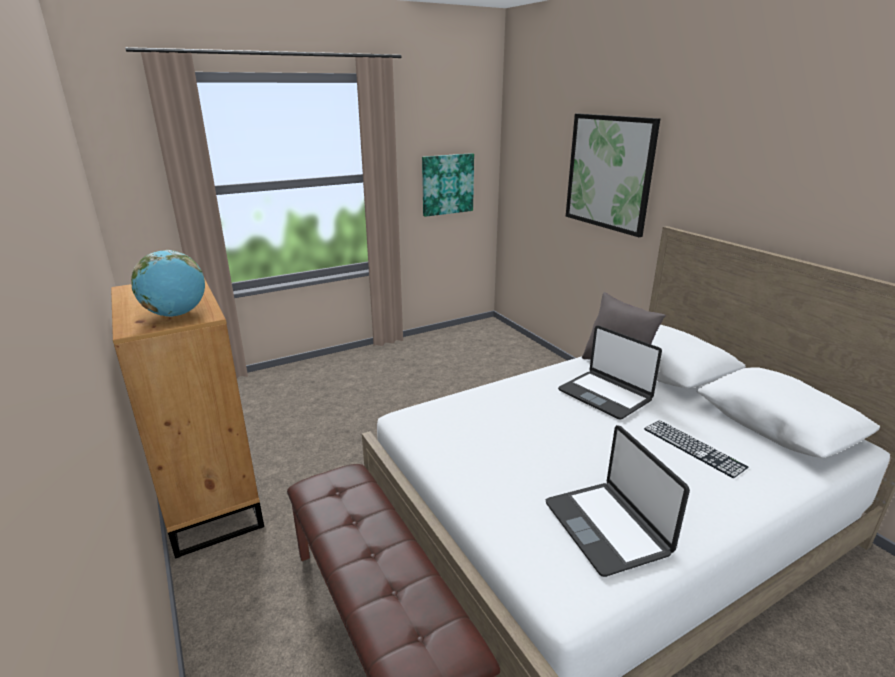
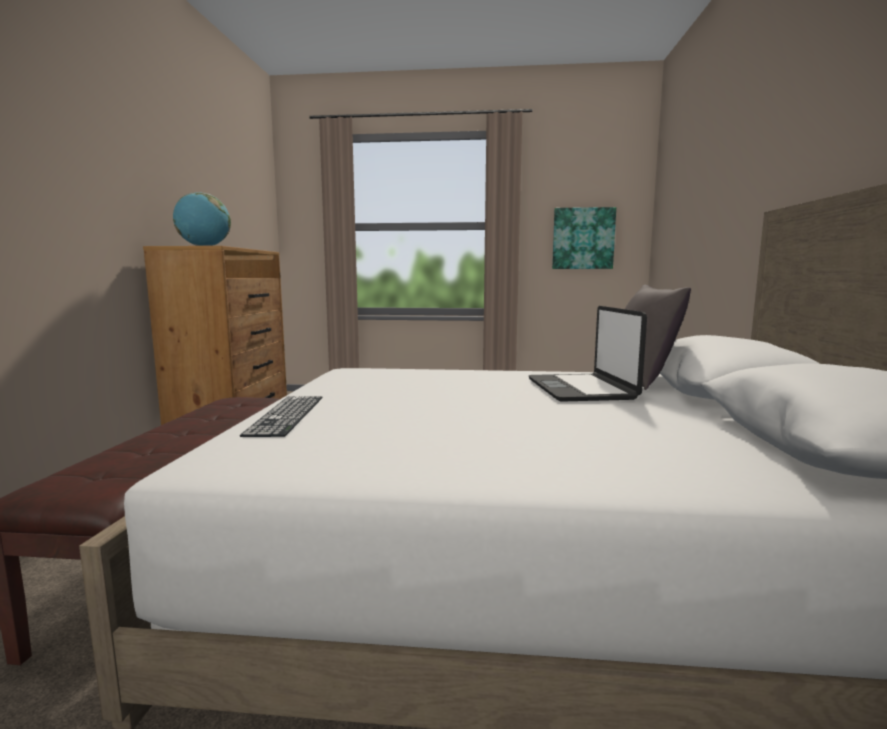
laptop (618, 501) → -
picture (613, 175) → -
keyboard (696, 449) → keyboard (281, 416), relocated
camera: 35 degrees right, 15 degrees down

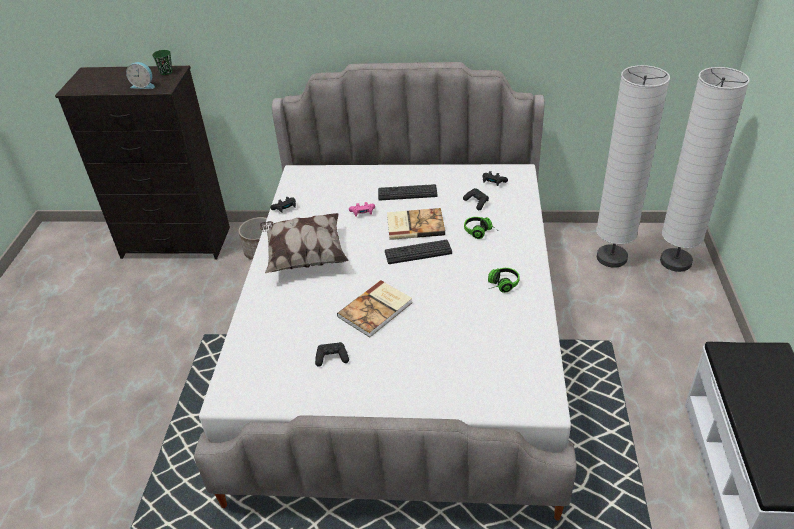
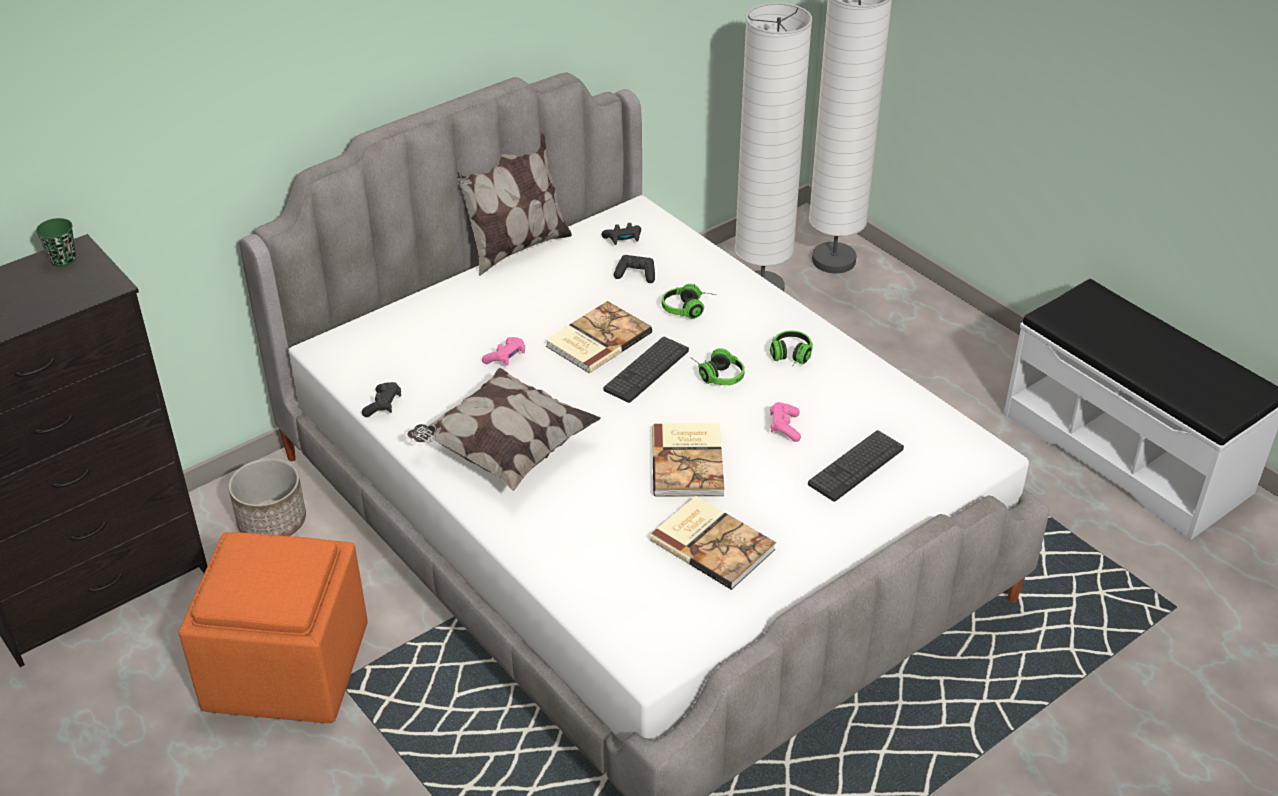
alarm_clock (140, 75) → -
black_game_controller (332, 354) → book (713, 543)
keyboard (407, 192) → keyboard (856, 466), relocated
- → orange_ottoman (273, 627)
- → pillow (514, 204)
- → headphones (717, 366)
- → pink_game_controller (785, 422)
camera: 45 degrees left, 0 degrees up

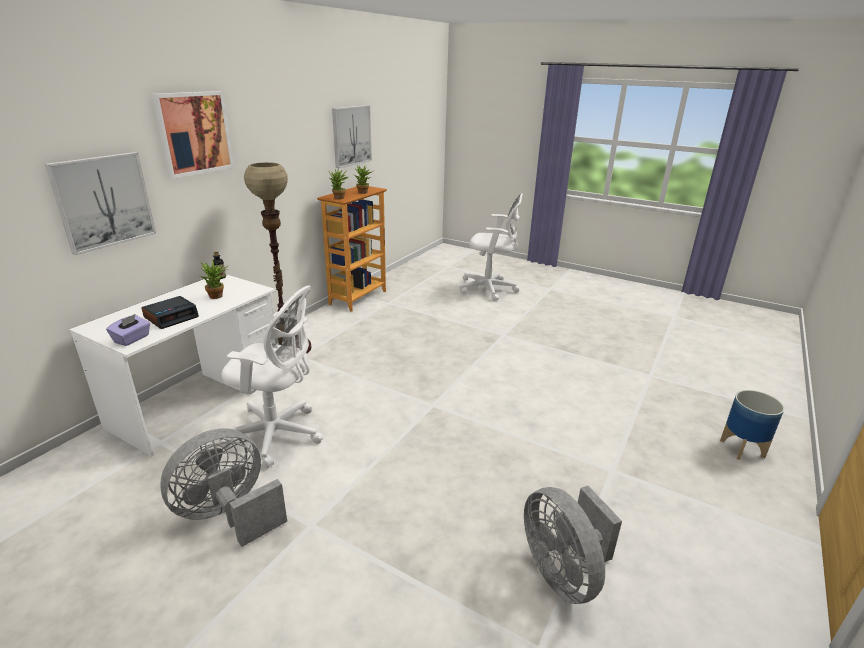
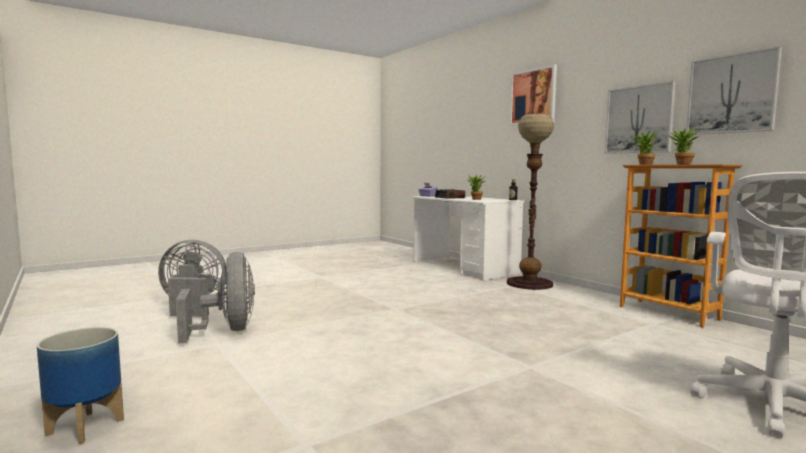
picture (100, 203) → picture (640, 117), relocated
grey_fan (223, 487) → grey_fan (215, 298), relocated
white_office_chair (271, 376) → -
camera: 115 degrees right, 20 degrees down

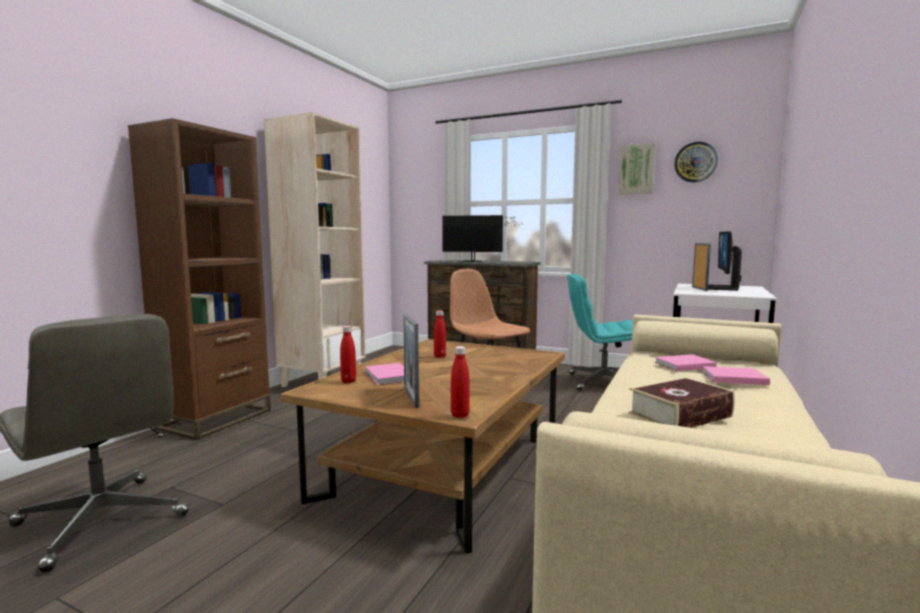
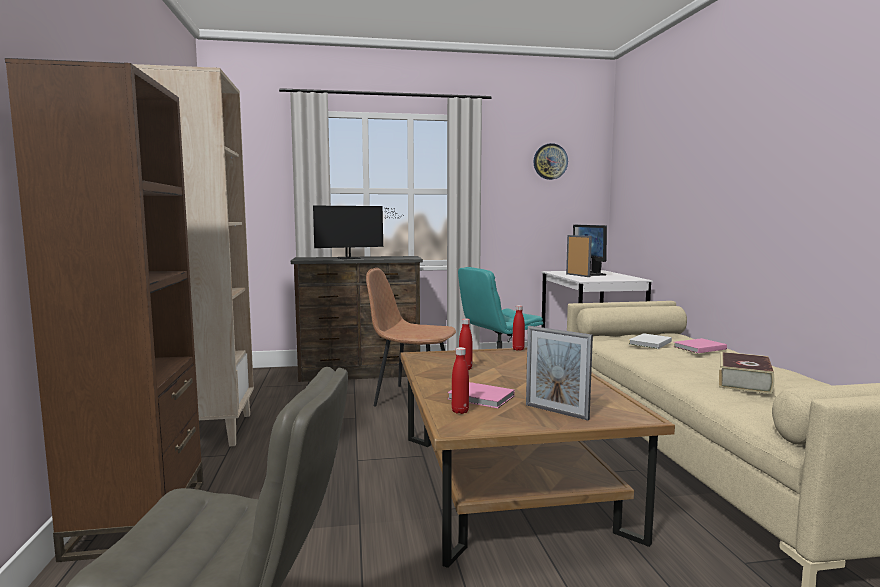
red_bottle (460, 382) → red_bottle (518, 328), relocated
picture (637, 169) → -
pink_book (686, 362) → white_book (650, 341)
camera: 35 degrees left, 0 degrees up

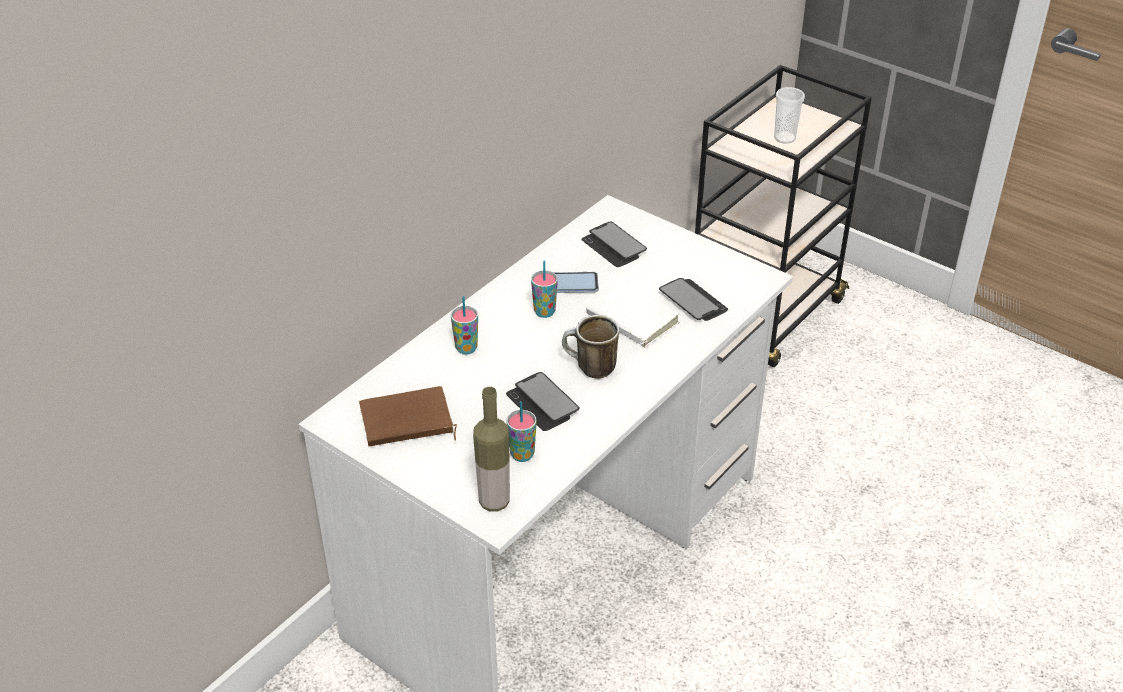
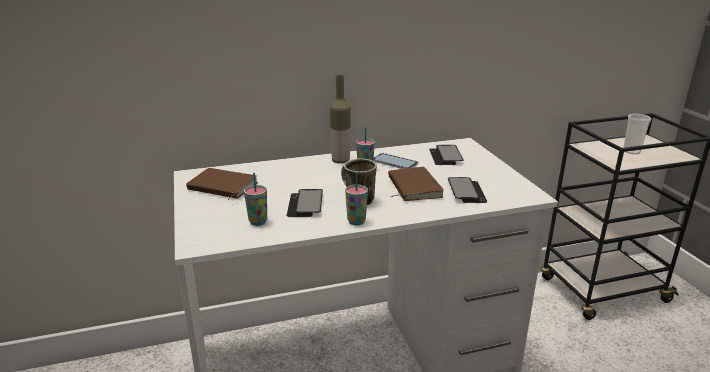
cup (464, 325) → cup (356, 198), relocated
bottle (491, 449) → bottle (340, 119), relocated
white_book (633, 316) → brown_book (416, 184)
camera: 35 degrees right, 15 degrees down

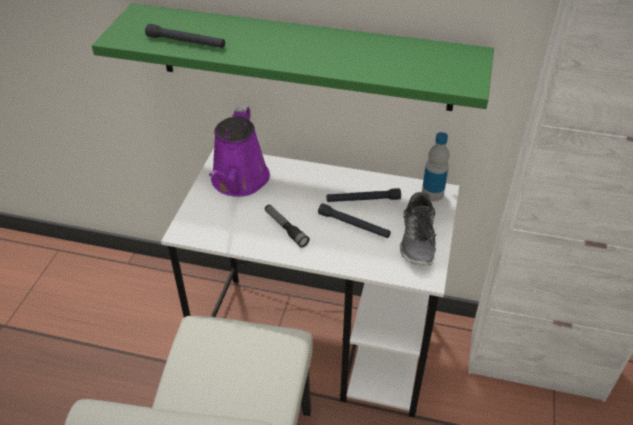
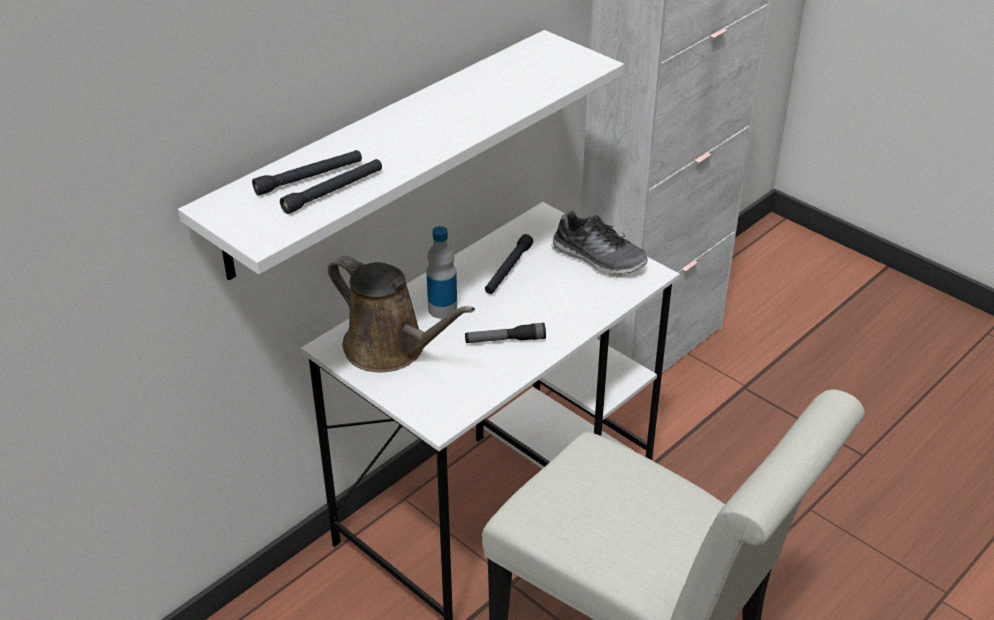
green_shelf (293, 57) → white_shelf (401, 155)
purple_watering_can (239, 151) → brown_watering_can (401, 313)
black_flashlight (354, 220) → black_flashlight (307, 173), relocated
bottle (436, 166) → bottle (441, 272), relocated
camera: 60 degrees left, 5 degrees down

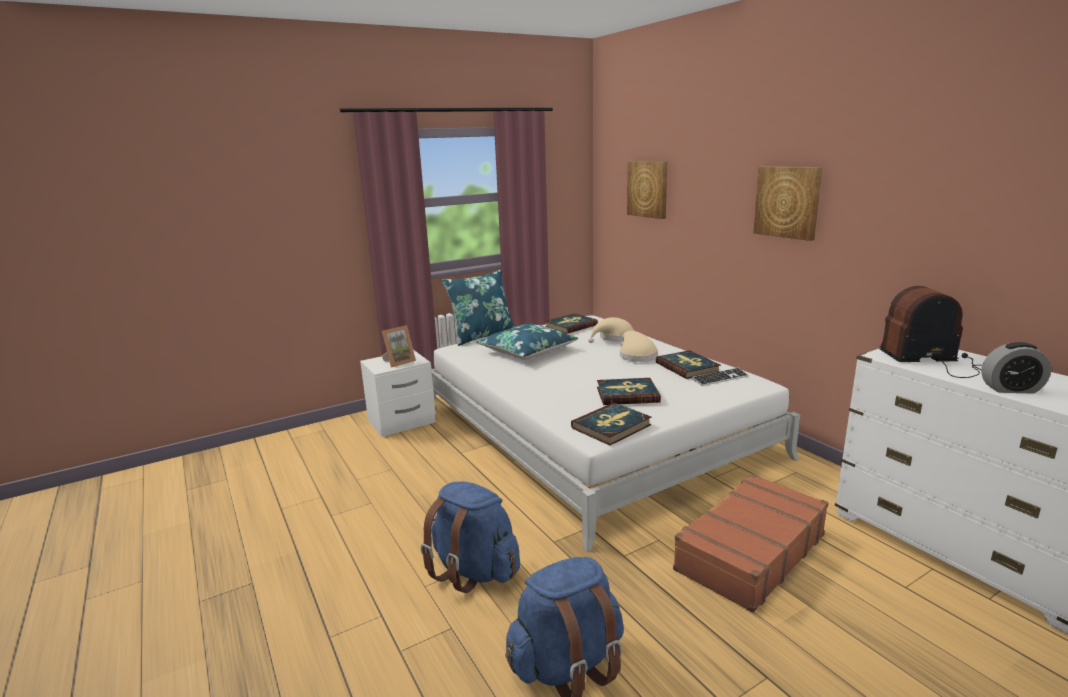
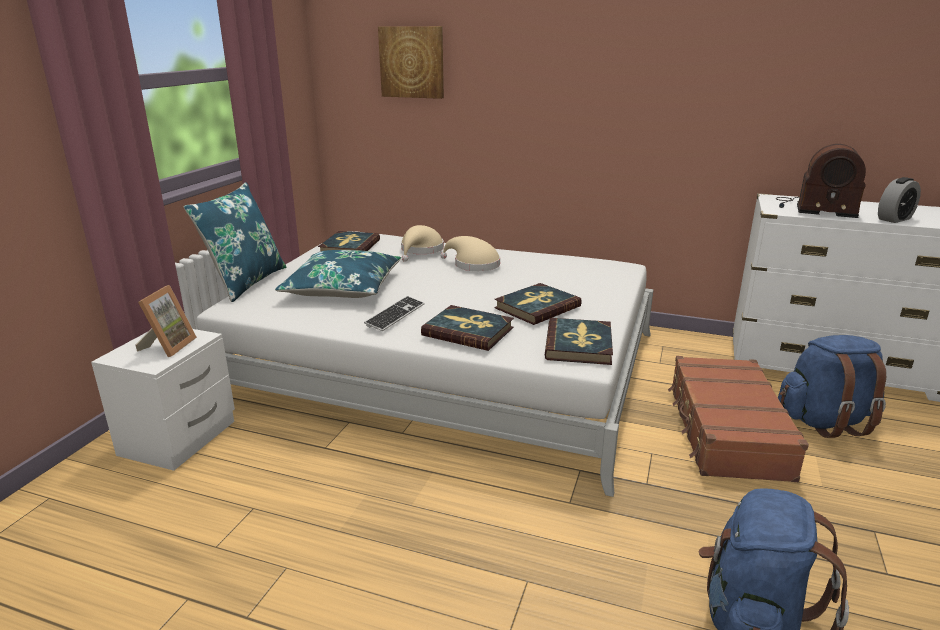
blue_backpack (470, 537) → blue_backpack (832, 386), relocated
book (688, 364) → book (467, 328), relocated
keyboard (720, 377) → keyboard (394, 313), relocated
picture (787, 203) → -
radio (931, 332) → radio (821, 181), 120 degrees counterclockwise
camera: 40 degrees left, 5 degrees up

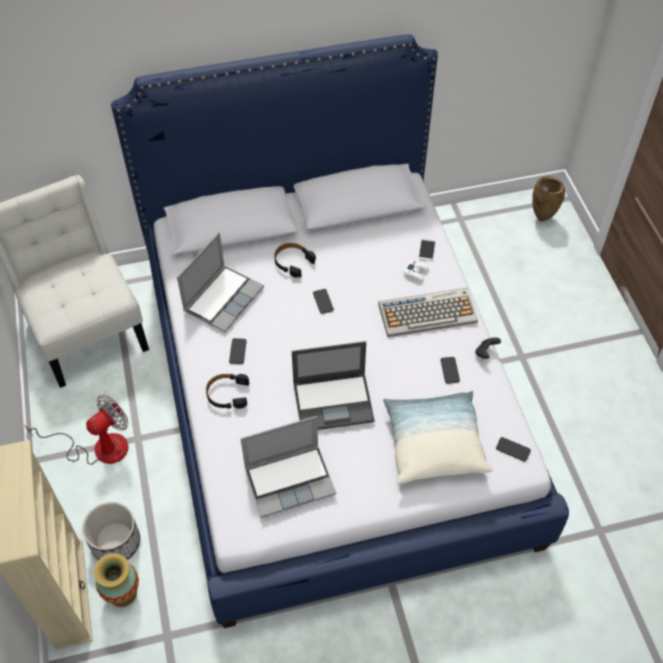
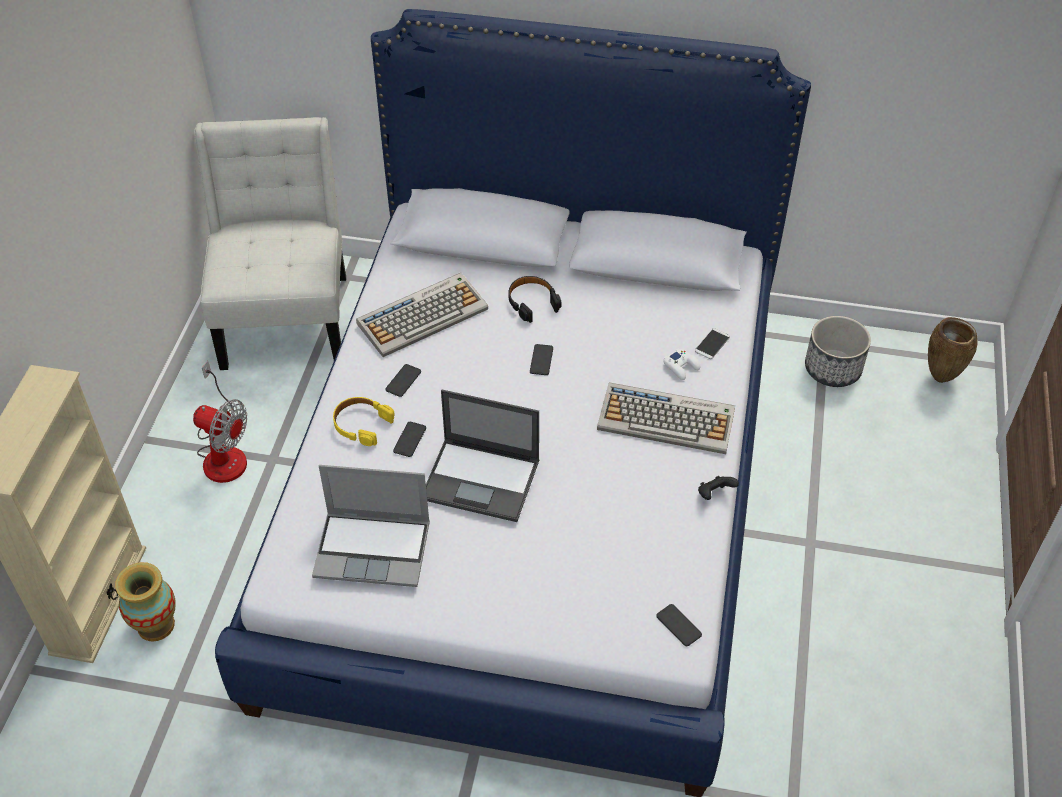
fan (76, 430) → fan (220, 422), 45 degrees clockwise
planter (111, 531) → planter (838, 351), relocated
laptop (220, 282) → keyboard (422, 315)
black_headphones (227, 391) → yellow_headphones (364, 421)
pillow (438, 437) → -
phone (450, 370) → phone (409, 439), relocated
camera: 25 degrees right, 5 degrees down

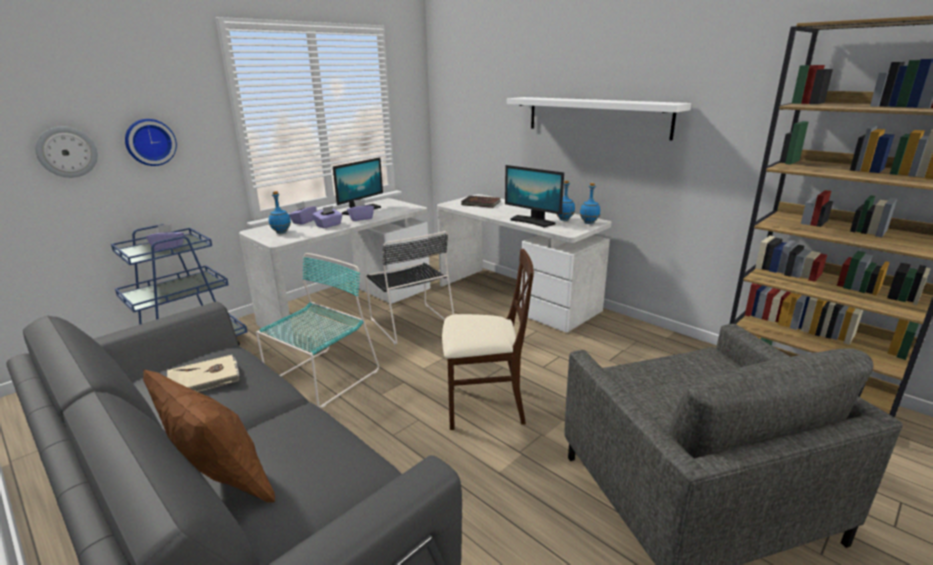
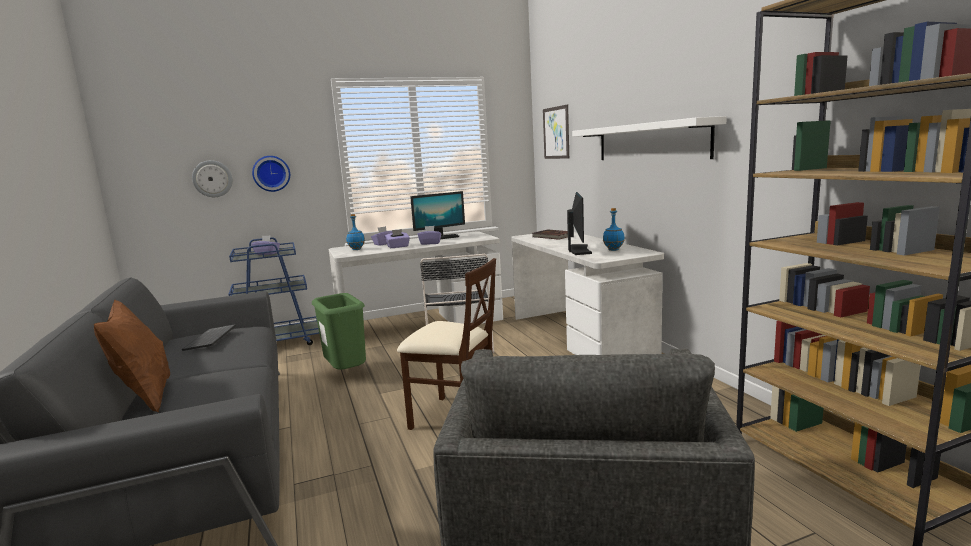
beige_book (203, 373) → keyboard (209, 337)
turquoise_chair (317, 330) → green_trash_can (339, 331)
monitor (534, 196) → monitor (579, 223), 150 degrees counterclockwise
blue_bottle (590, 203) → -
- → picture (556, 132)
camera: 25 degrees right, 10 degrees down

